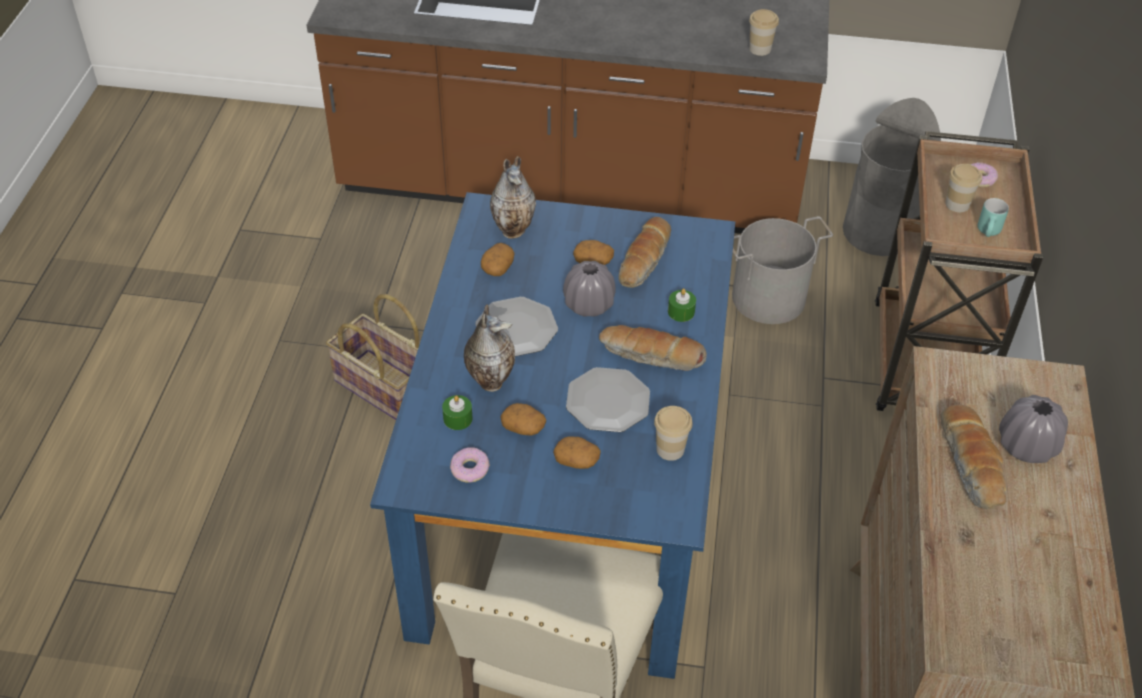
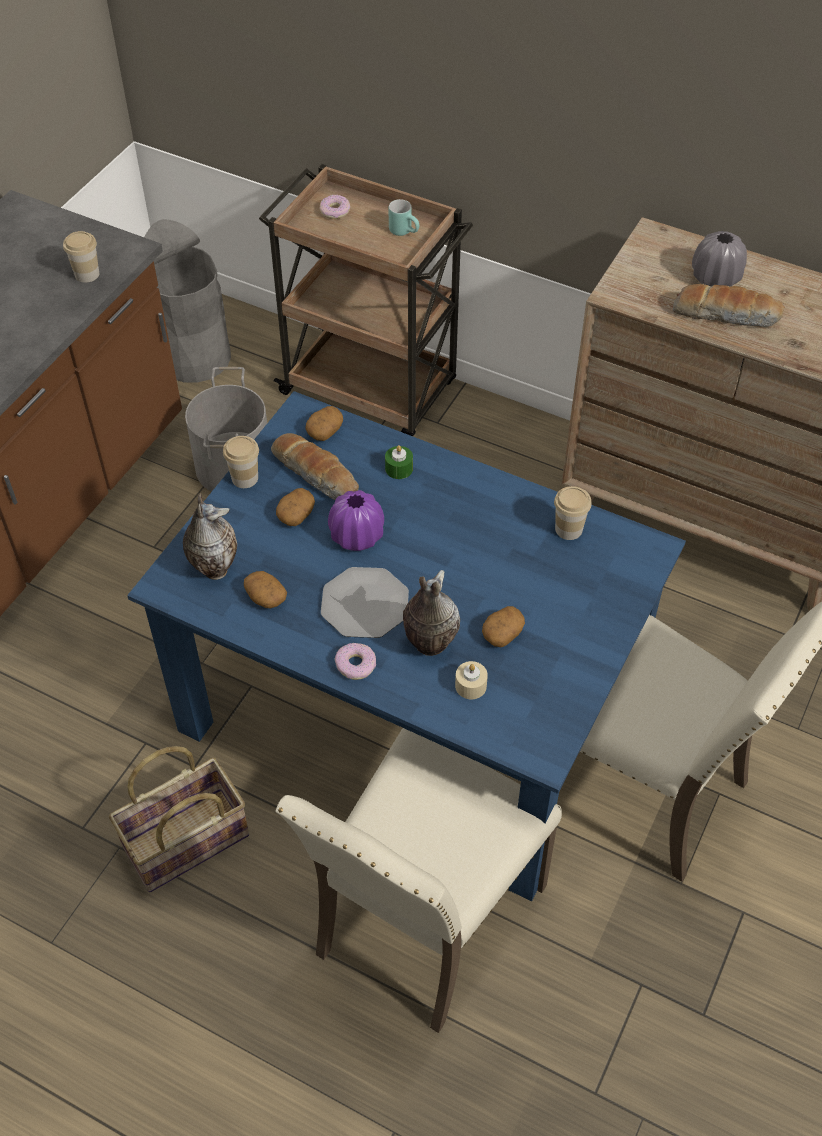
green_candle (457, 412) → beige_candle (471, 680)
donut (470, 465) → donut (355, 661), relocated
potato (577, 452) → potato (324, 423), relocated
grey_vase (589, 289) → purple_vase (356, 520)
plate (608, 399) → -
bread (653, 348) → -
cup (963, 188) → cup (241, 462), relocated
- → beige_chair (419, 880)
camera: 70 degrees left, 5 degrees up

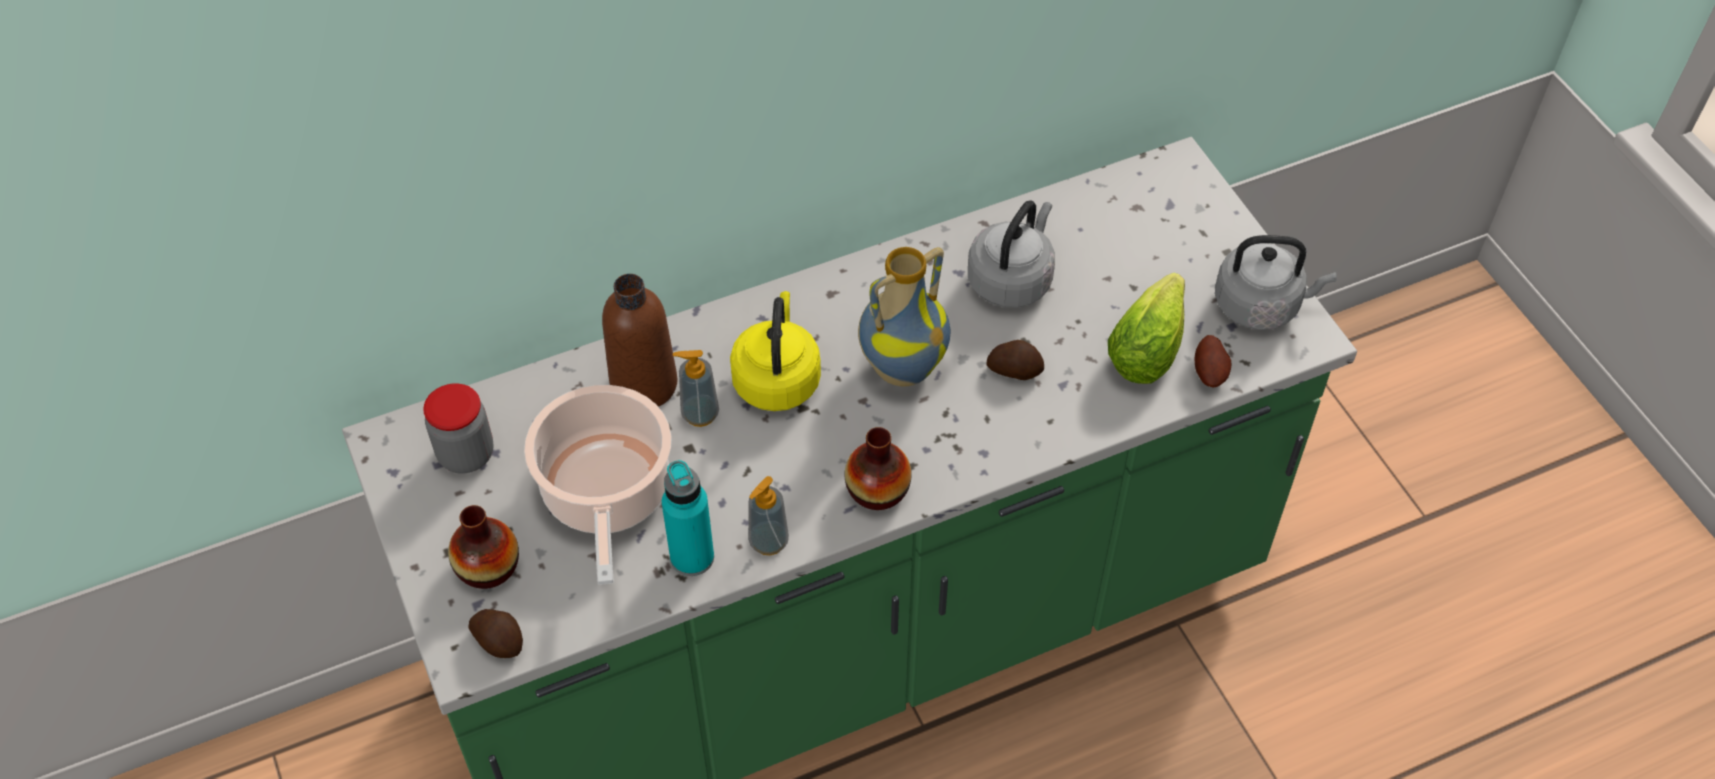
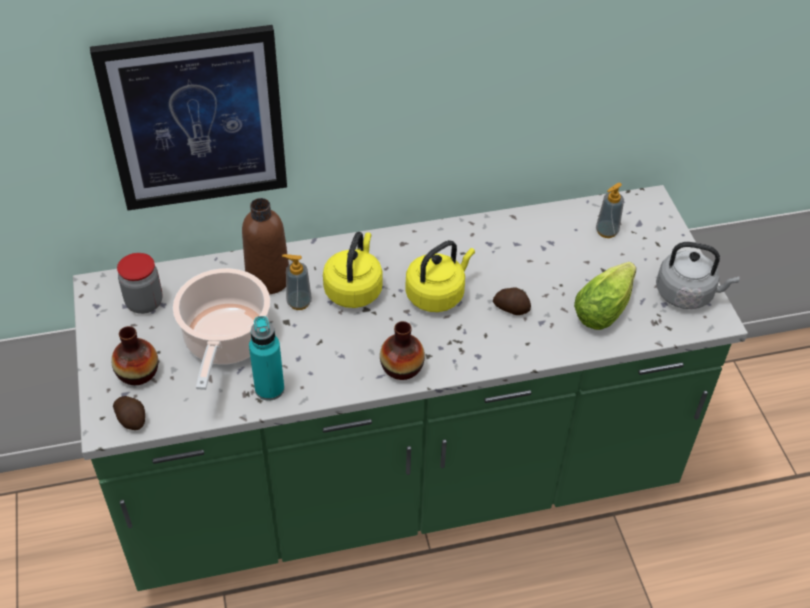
soap_dispenser (768, 515) → soap_dispenser (610, 210), relocated
vase (904, 317) → yellow_kettle (440, 276)
grey_kettle (1011, 254) → -
potato (1212, 361) → -
- → picture (188, 117)
camera: 10 degrees right, 5 degrees down

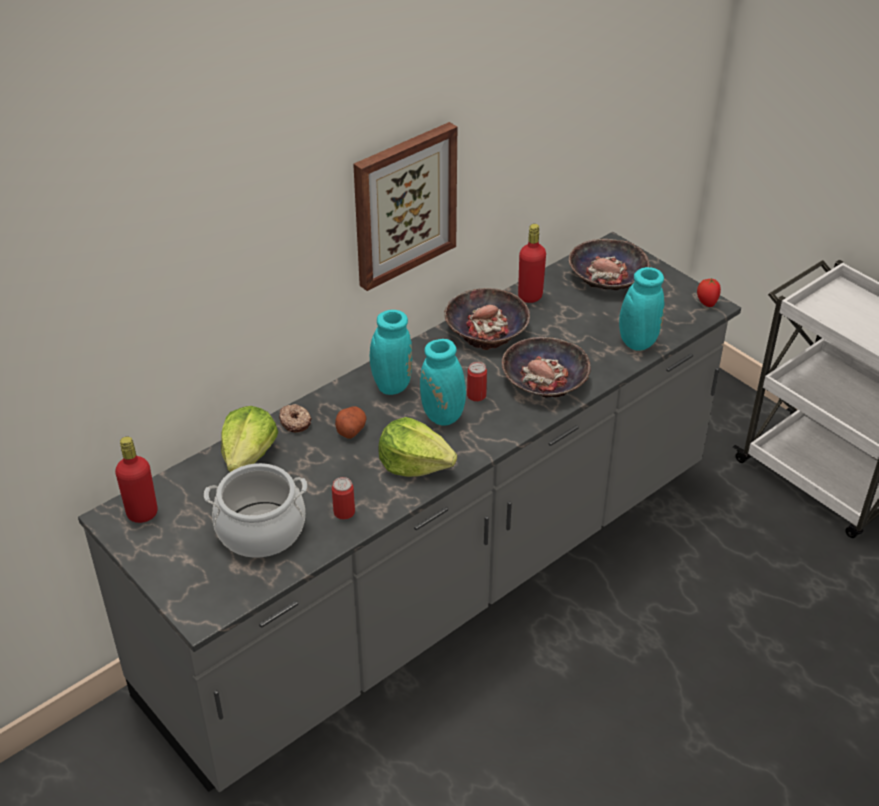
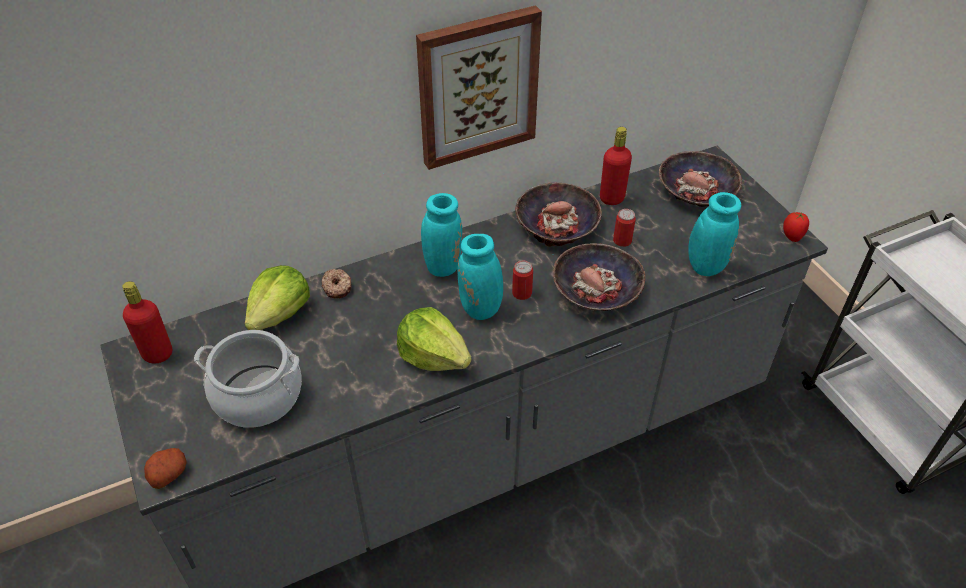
can (343, 498) → can (624, 228), relocated
potato (351, 422) → potato (165, 468), relocated
camera: 15 degrees right, 5 degrees up

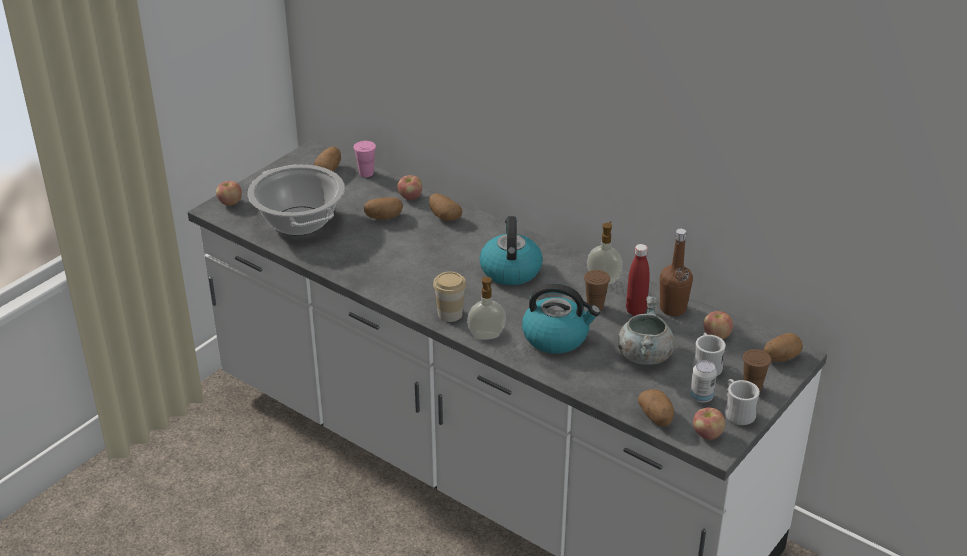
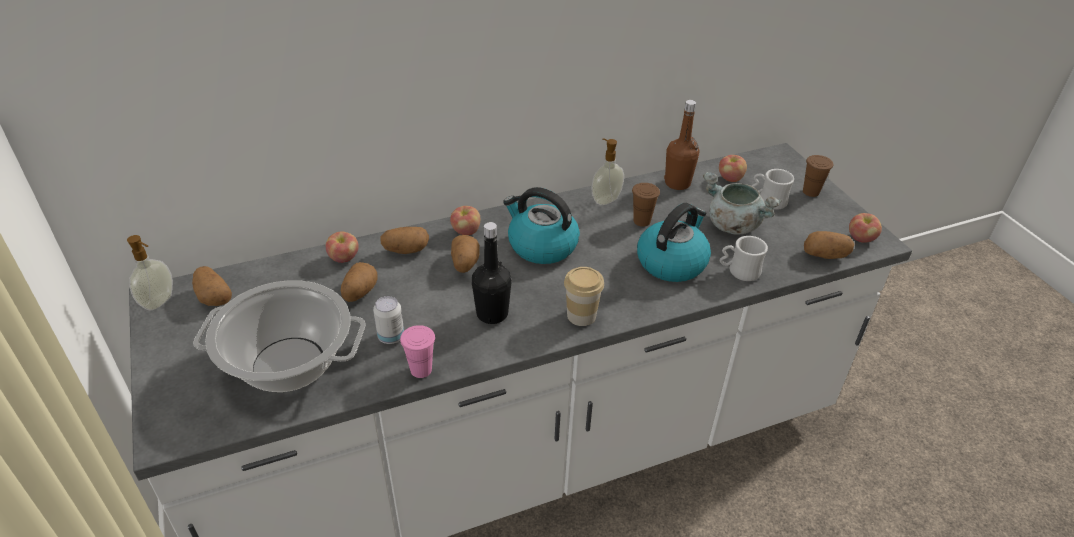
apple (229, 193) → apple (465, 220), relocated
pink_cup (365, 159) → pink_cup (417, 351), relocated
soap_dispenser (486, 308) → soap_dispenser (150, 272), relocated
red_bottle (638, 280) → -
can (703, 381) → can (388, 320), relocated
white_mug (742, 402) → white_mug (743, 258), relocated
potato (783, 347) → potato (465, 254), relocated
- → black_bottle (491, 273)
camera: 60 degrees left, 5 degrees up

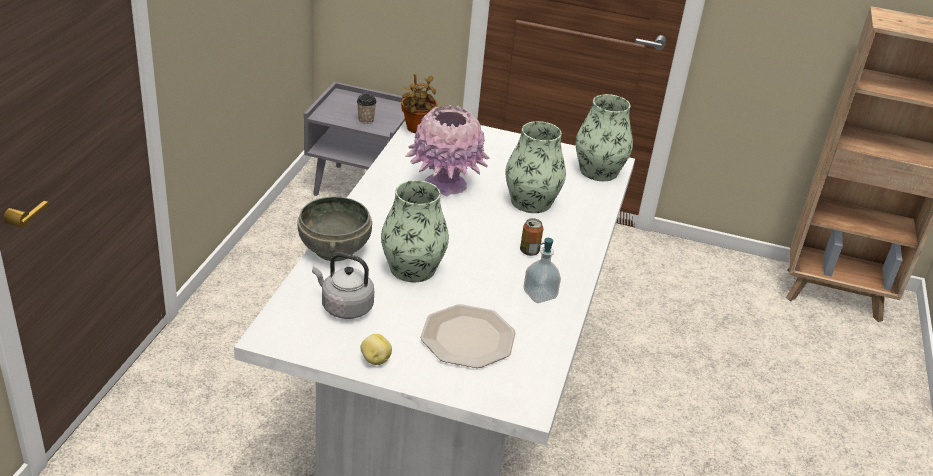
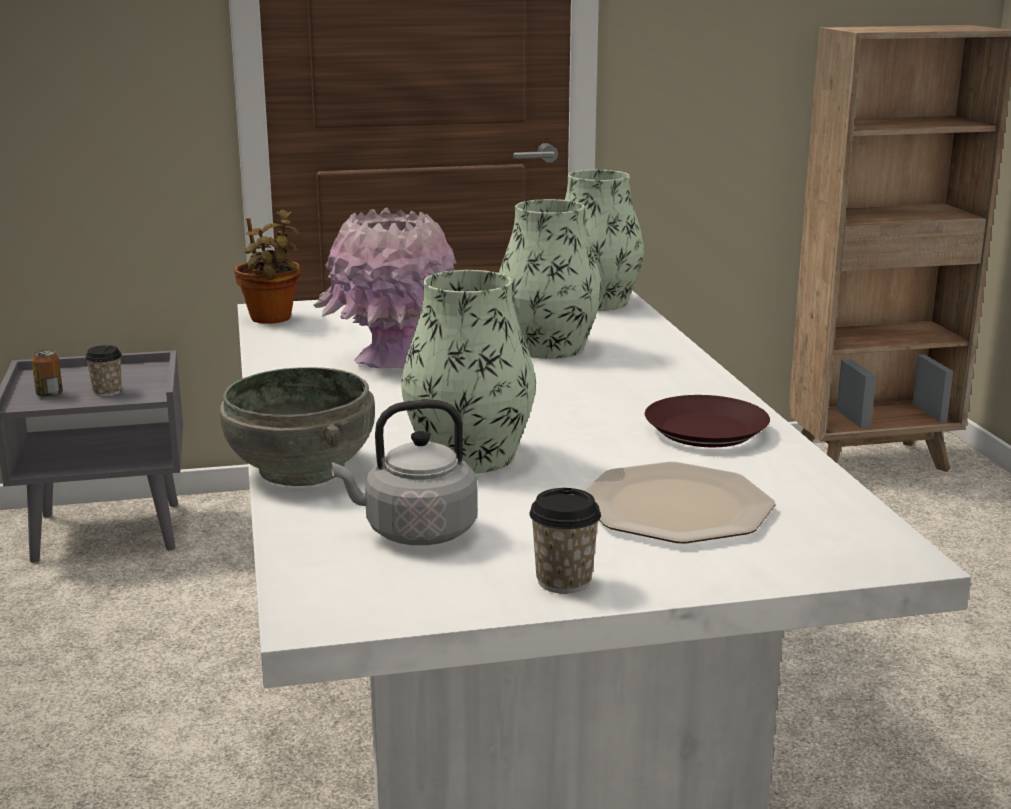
potato (376, 349) → cup (565, 541)
can (531, 237) → can (47, 373), relocated
soap_dispenser (542, 270) → brown_plate (707, 421)
camera: 25 degrees left, 15 degrees down

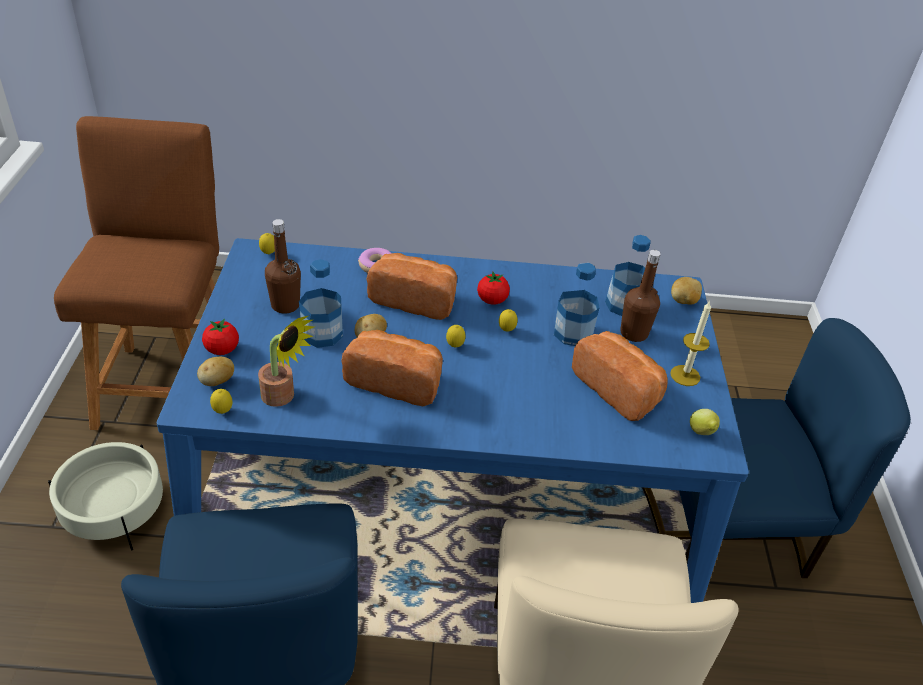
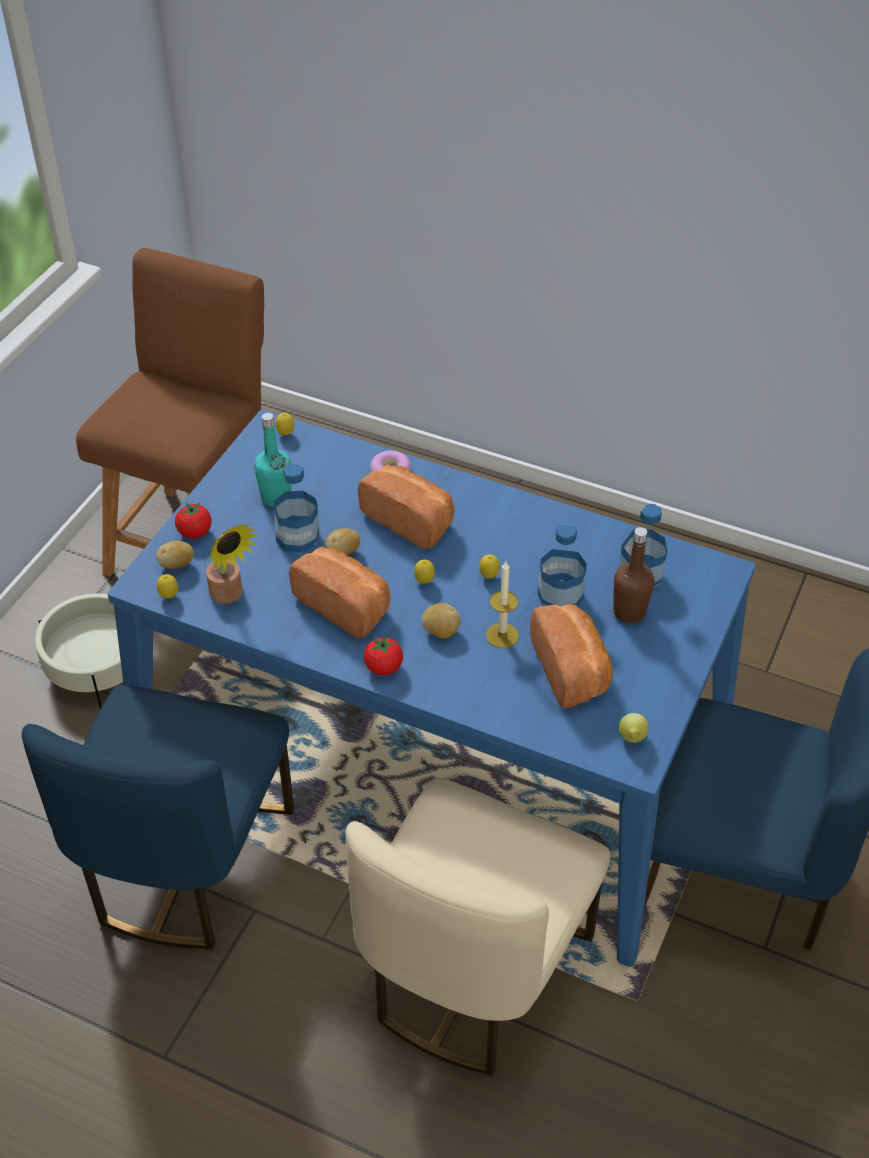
brown_bottle (283, 266) → turquoise_bottle (273, 460)
tomato (493, 288) → tomato (383, 655), relocated
candle (690, 343) → candle (502, 605), relocated
potato (686, 290) → potato (441, 621), relocated
camera: 25 degrees right, 5 degrees up

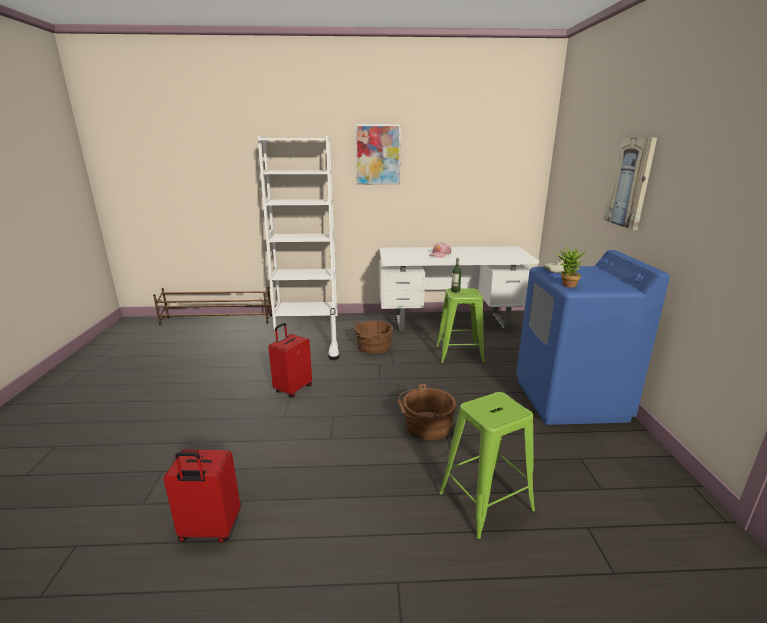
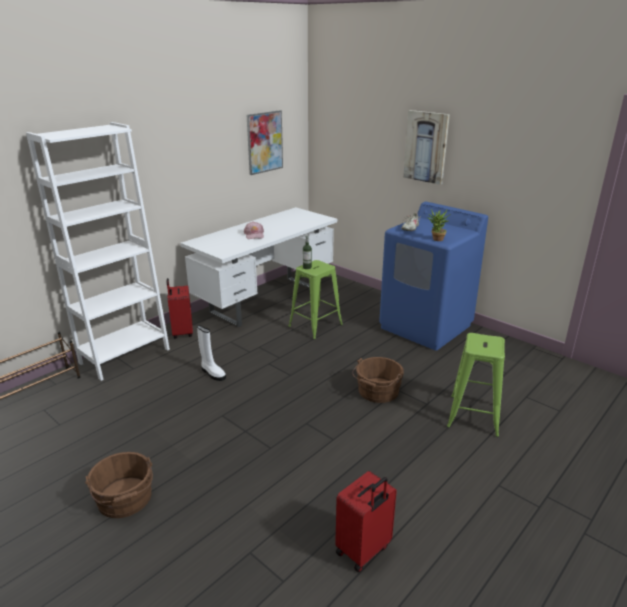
red_suitcase (290, 360) → red_suitcase (180, 308), relocated
brown_bucket (373, 337) → brown_bucket (119, 485), relocated
picture (378, 154) → picture (265, 142), relocated
camera: 45 degrees left, 5 degrees up

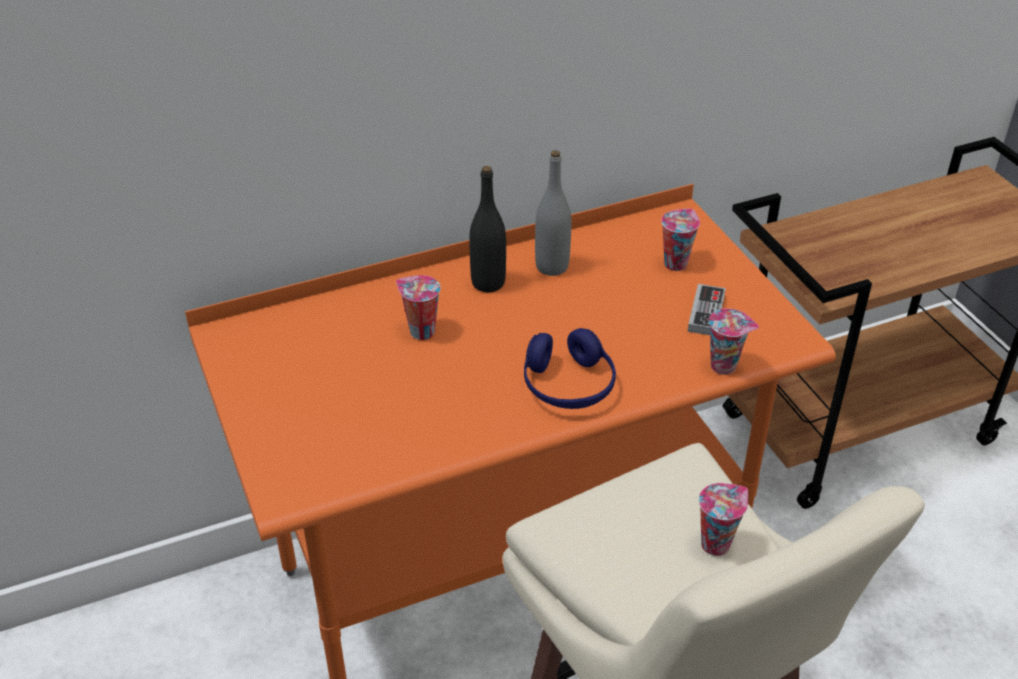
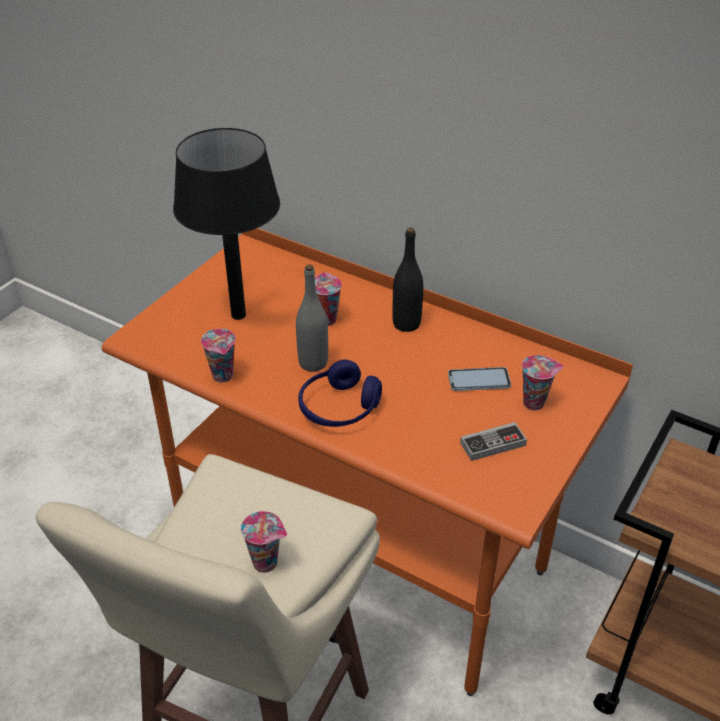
grey_bottle (553, 213) → grey_bottle (312, 318), relocated
cup (734, 341) → cup (218, 355), relocated
- → black_table_lamp (226, 224)
- → phone (479, 379)
camera: 55 degrees right, 0 degrees up

